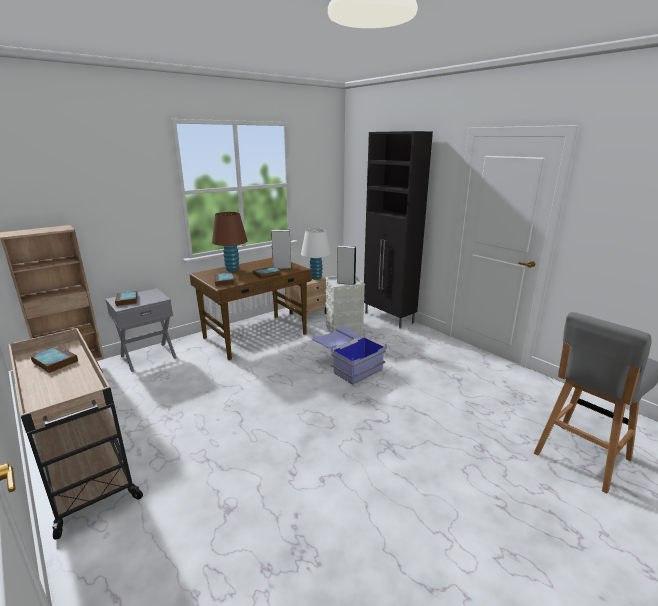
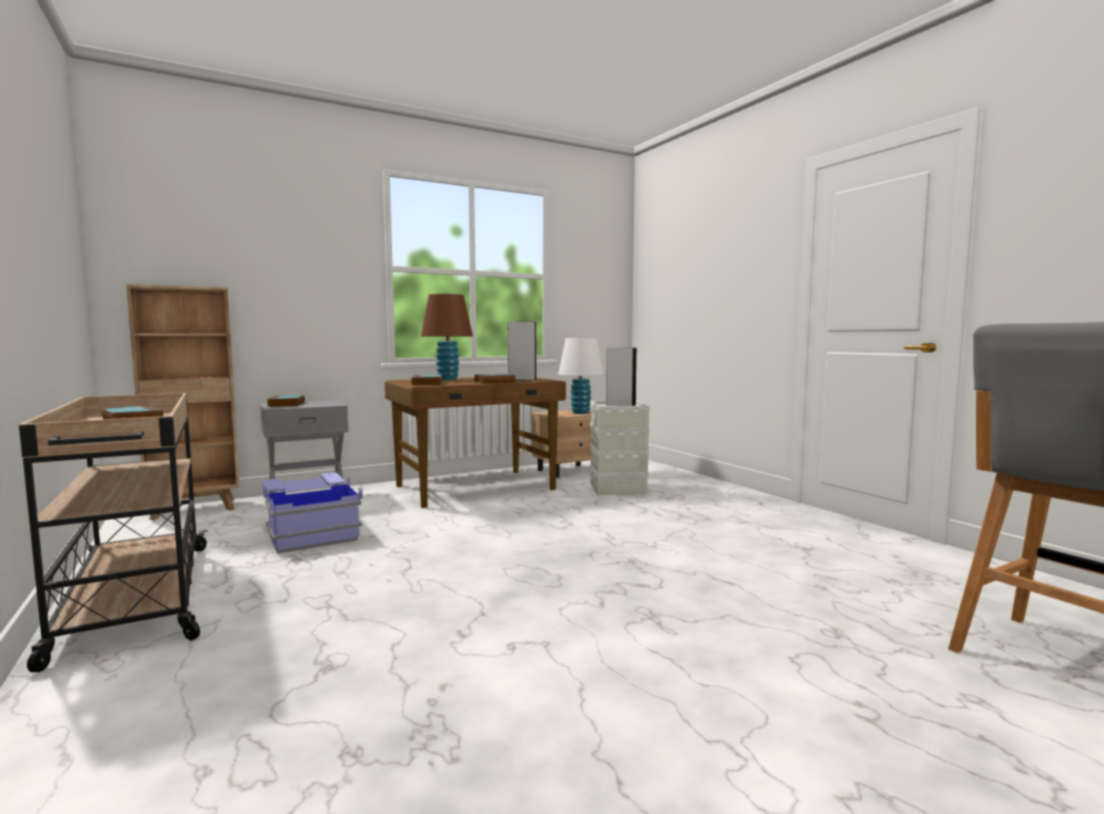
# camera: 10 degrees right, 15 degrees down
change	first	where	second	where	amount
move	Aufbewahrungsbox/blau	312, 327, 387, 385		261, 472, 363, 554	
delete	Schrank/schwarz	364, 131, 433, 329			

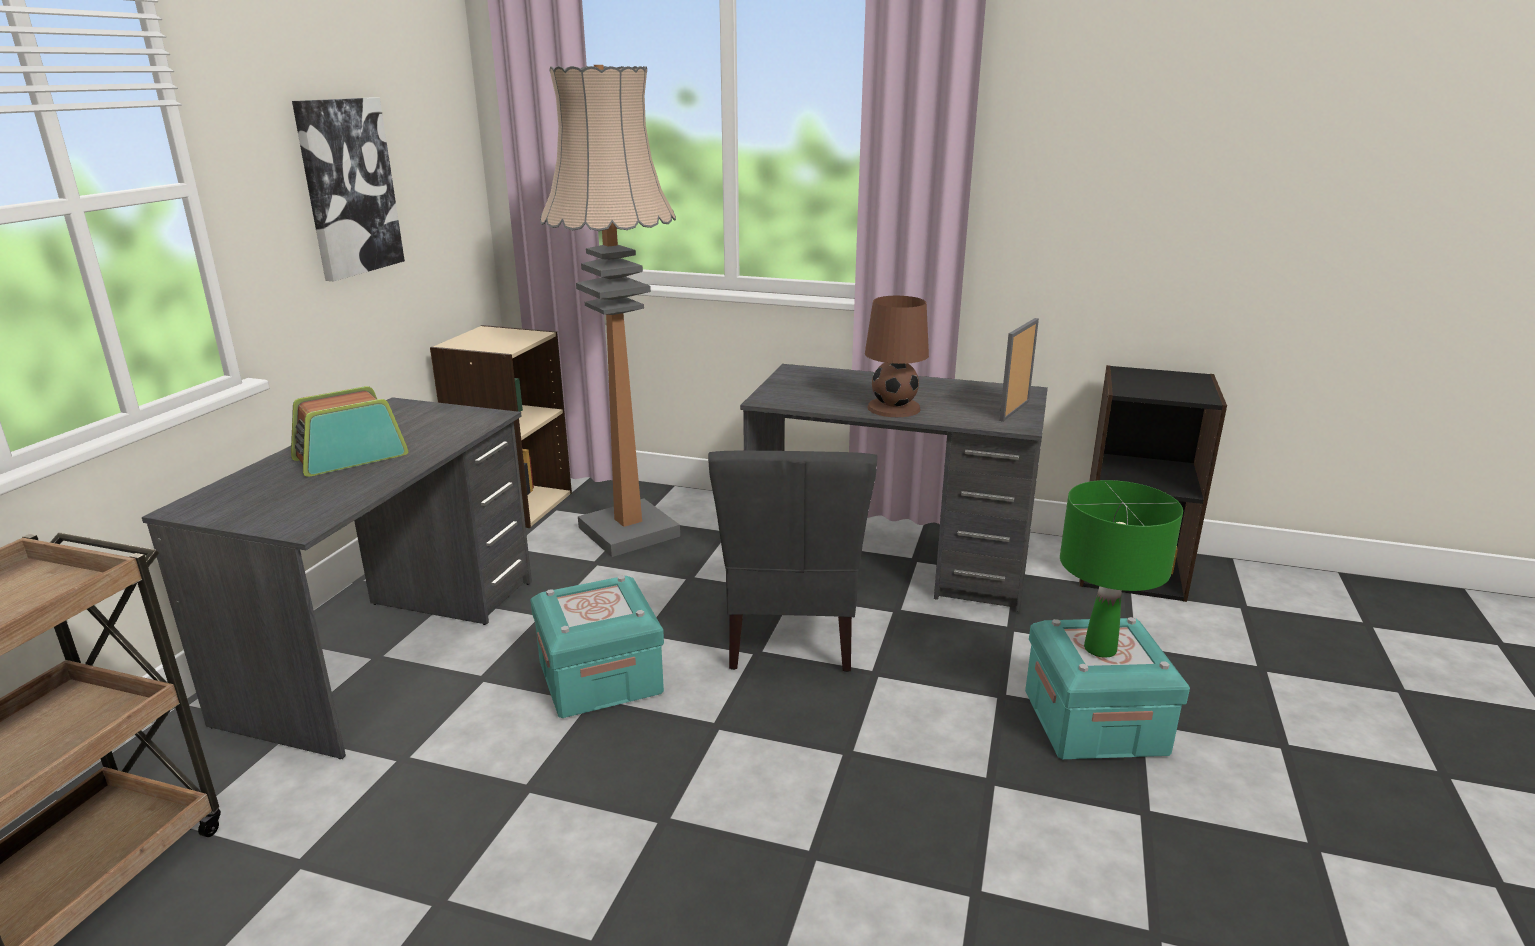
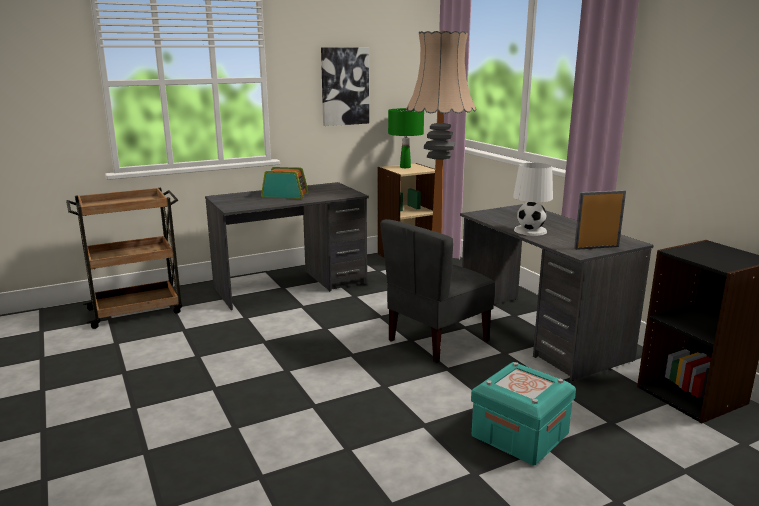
# camera: 45 degrees right, 5 degrees down
change	first	where	second	where	amount
delete	Aufbewahrungsbox/türkis	530, 575, 664, 718			
recolor	Tischlampe/braun	865, 296, 929, 417	Tischlampe/weiß	513, 163, 553, 236	
move	Tischlampe/grün	1060, 480, 1183, 658		388, 108, 424, 168	

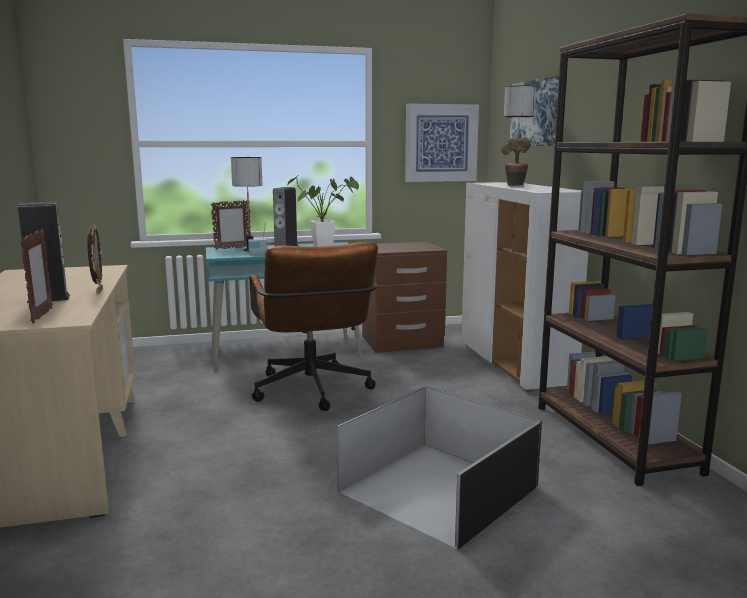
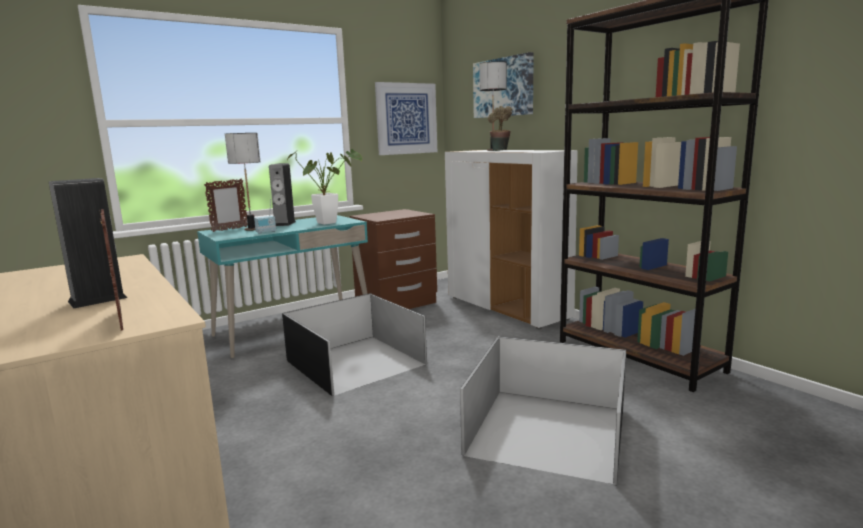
# camera: 20 degrees left, 0 degrees up
change	first	where	second	where	amount
delete	Bilderrahmen	87, 224, 103, 294			
replace	Bürostuhl/braun	250, 242, 378, 411	Aufbewahrungsbox/schwarz	282, 293, 427, 396	

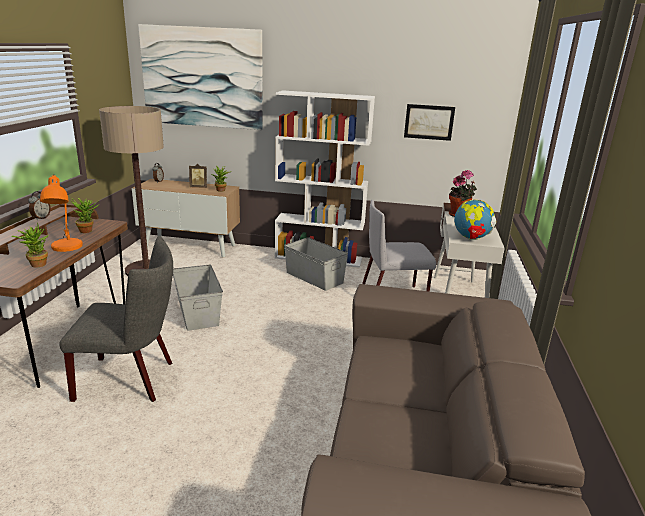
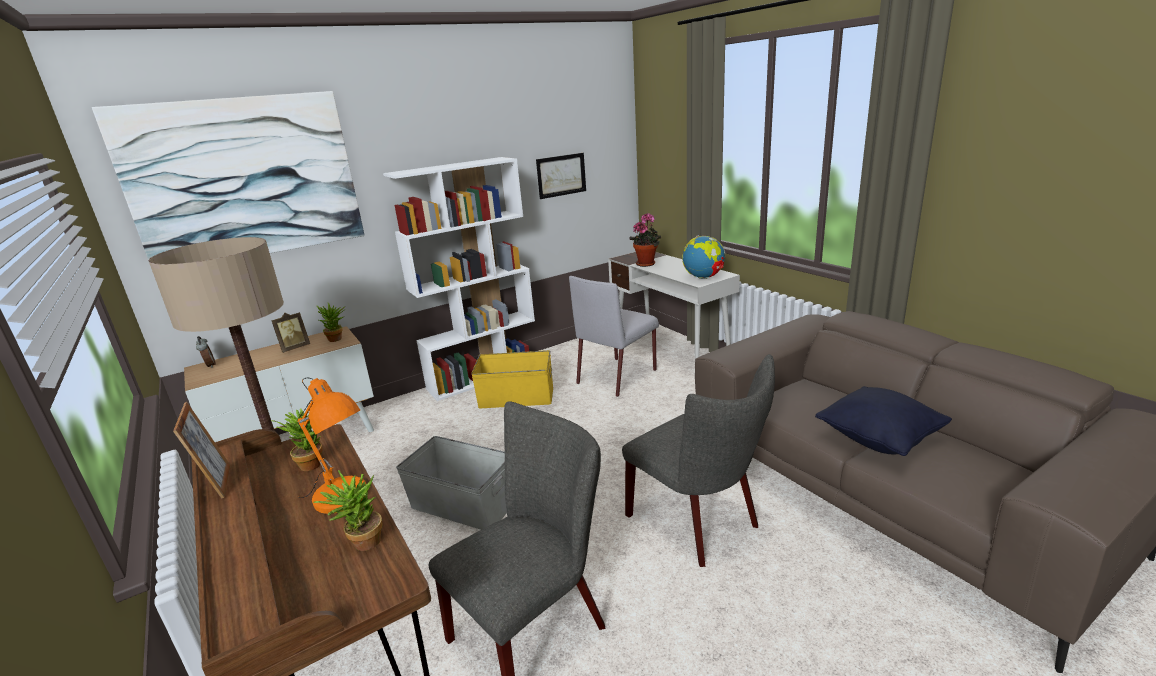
# camera: 40 degrees left, 0 degrees up
change	first	where	second	where	amount
replace	Wecker	28, 191, 51, 220	Bilderrahmen	173, 402, 231, 498	
recolor	Aufbewahrungsbox/grau	284, 237, 348, 291	Aufbewahrungsbox/gelb	471, 350, 553, 408	
insert			Stuhl/grau	622, 354, 775, 567	
insert			Kissen/schwarz	815, 386, 952, 456	

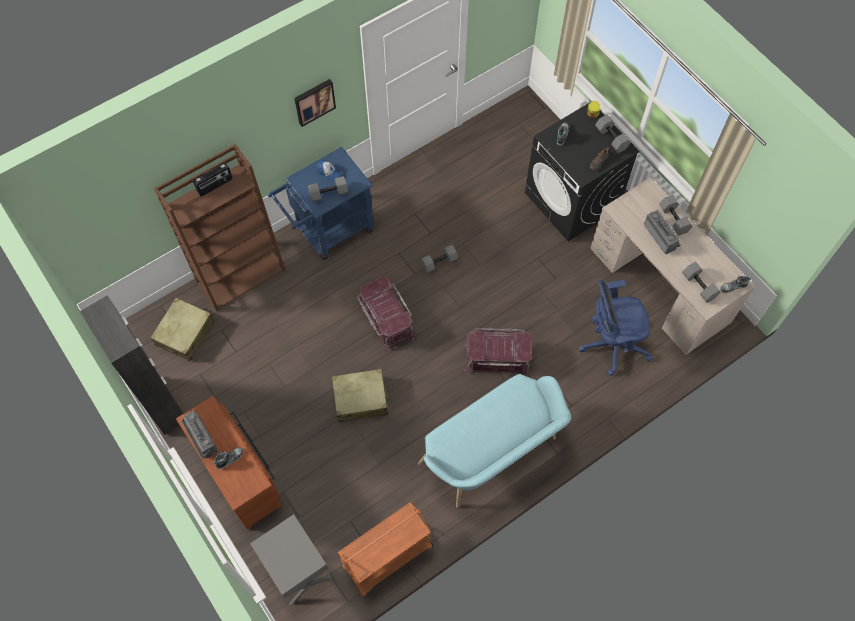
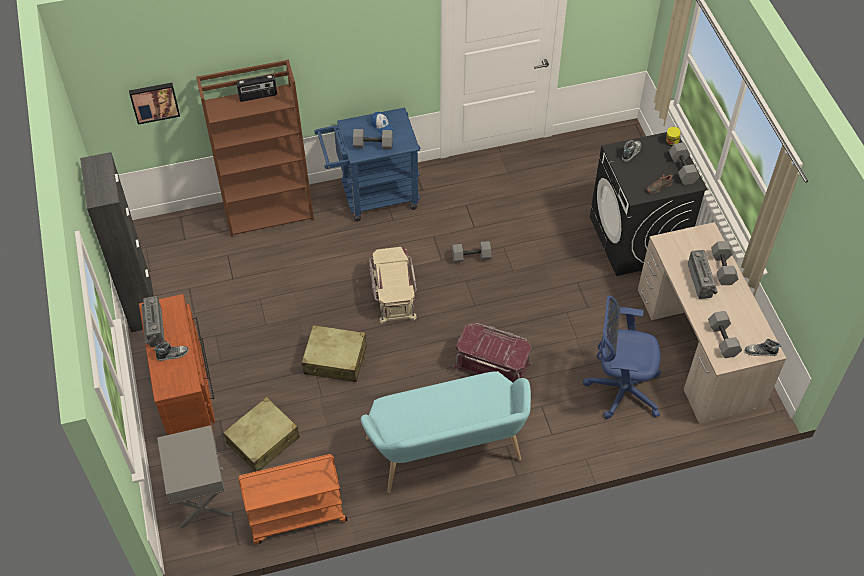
# camera: 20 degrees right, 10 degrees down
change	first	where	second	where	amount
move	Koffer/beige	151, 298, 215, 361		223, 397, 300, 472	
move	Bild	294, 79, 336, 127		129, 83, 180, 125	
recolor	Aufbewahrungsbox/rot	357, 277, 415, 352	Aufbewahrungsbox/beige	369, 247, 417, 324	

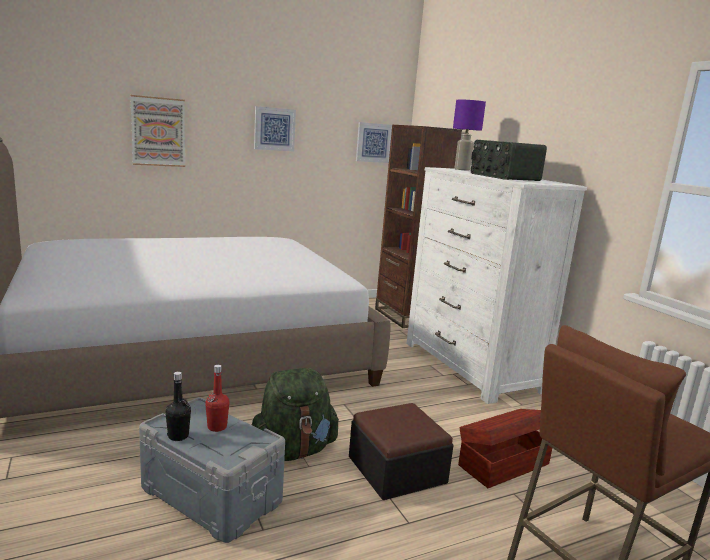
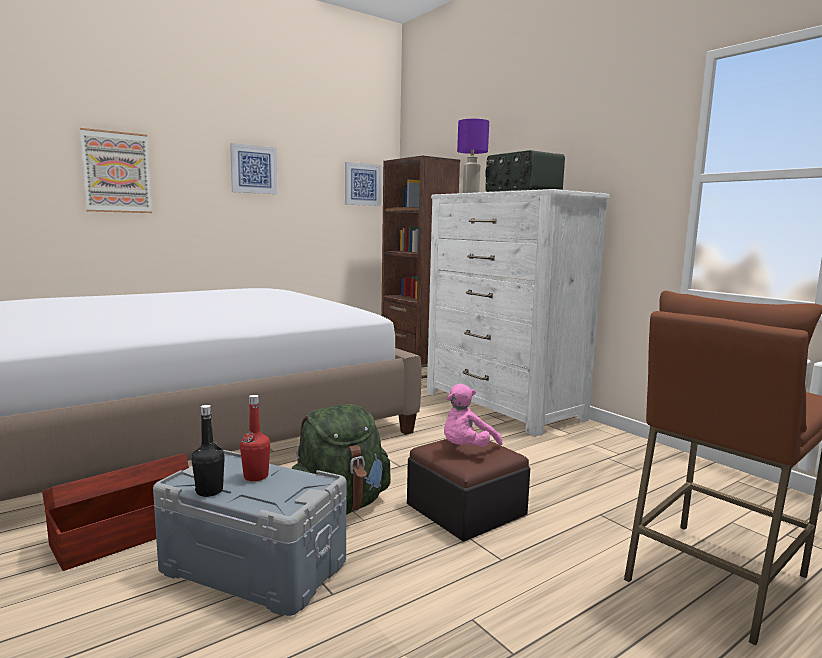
# camera: 10 degrees left, 5 degrees down
change	first	where	second	where	amount
move	Aufbewahrungsbox/braun	458, 409, 552, 488		42, 453, 189, 571	
insert			Plüschtier/rosa	444, 384, 502, 447	

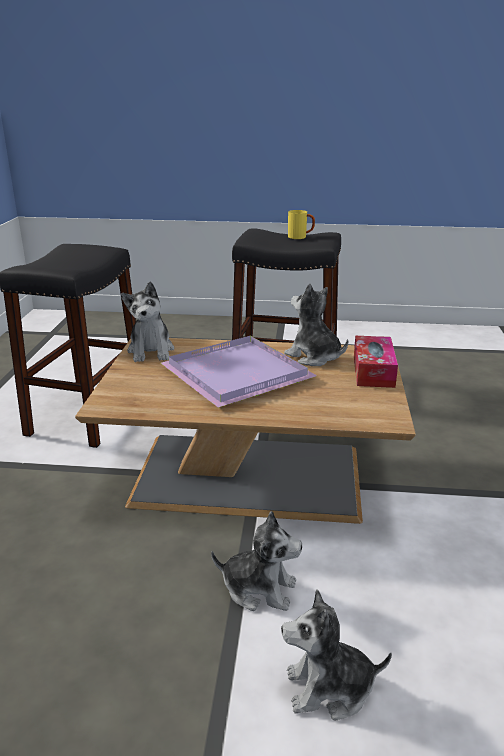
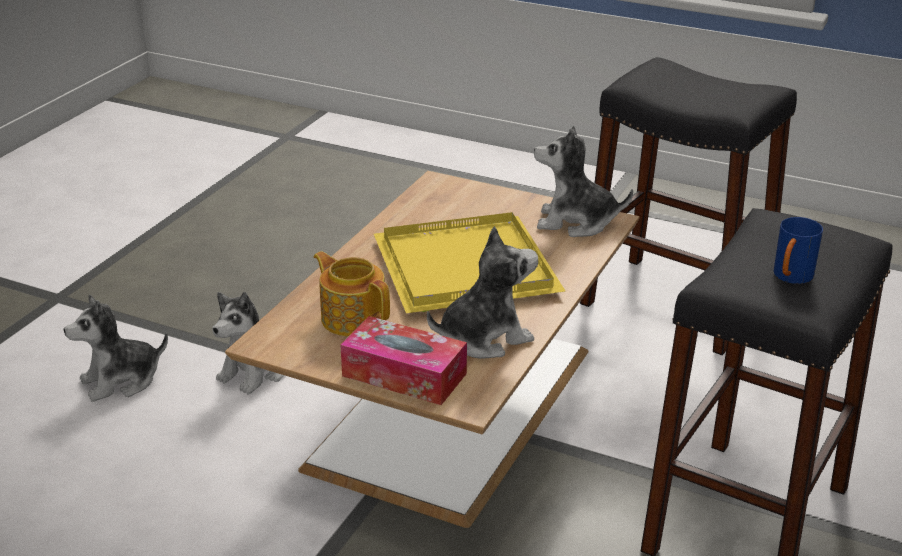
# camera: 110 degrees right, 5 degrees up
change	first	where	second	where	amount
recolor	Tablett/lila	161, 336, 317, 408	Tablett/gelb	374, 212, 566, 313	
rotate	Plüschtier	281, 589, 392, 721		64, 294, 168, 402	135 degrees counterclockwise
recolor	Henkelbecher/gelb	288, 210, 315, 239	Henkelbecher/blau	774, 217, 823, 284	
insert			Teekanne	314, 251, 390, 337	

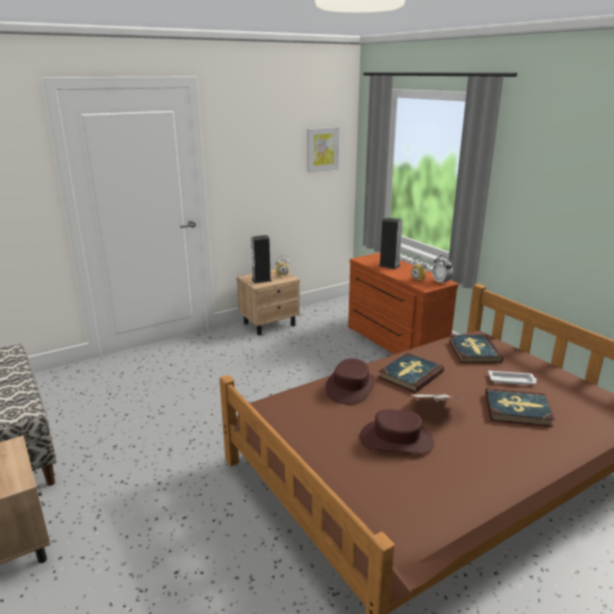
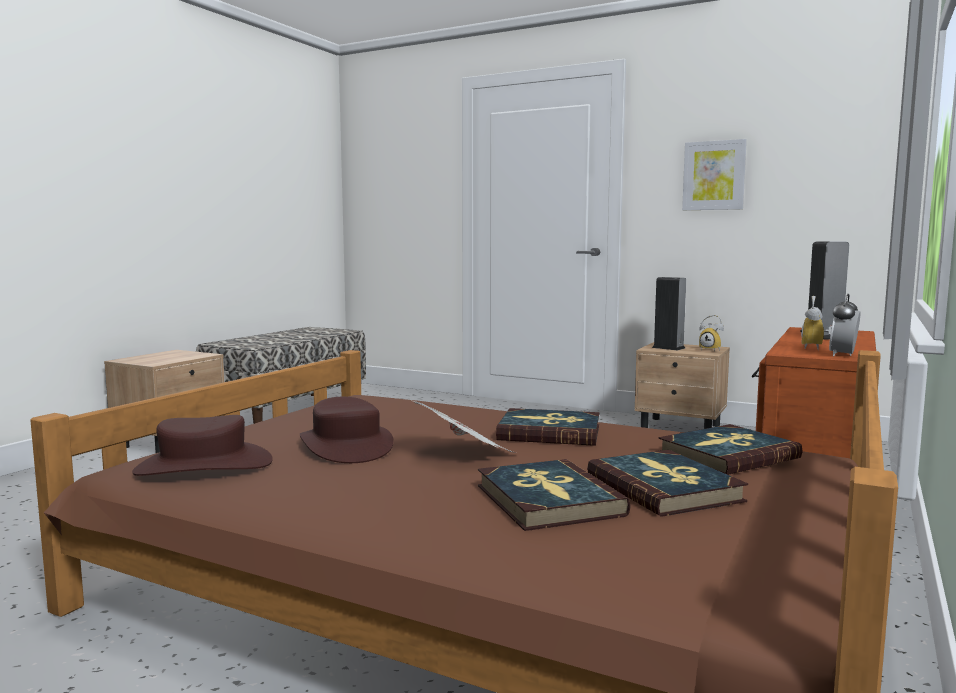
# camera: 60 degrees right, 15 degrees down
change	first	where	second	where	amount
move	Bild	307, 127, 340, 173		682, 139, 747, 210	
move	Hut/braun	325, 358, 376, 404		132, 415, 273, 476	
replace	Tablett/weiß	488, 371, 537, 385	Buch	587, 450, 748, 517	

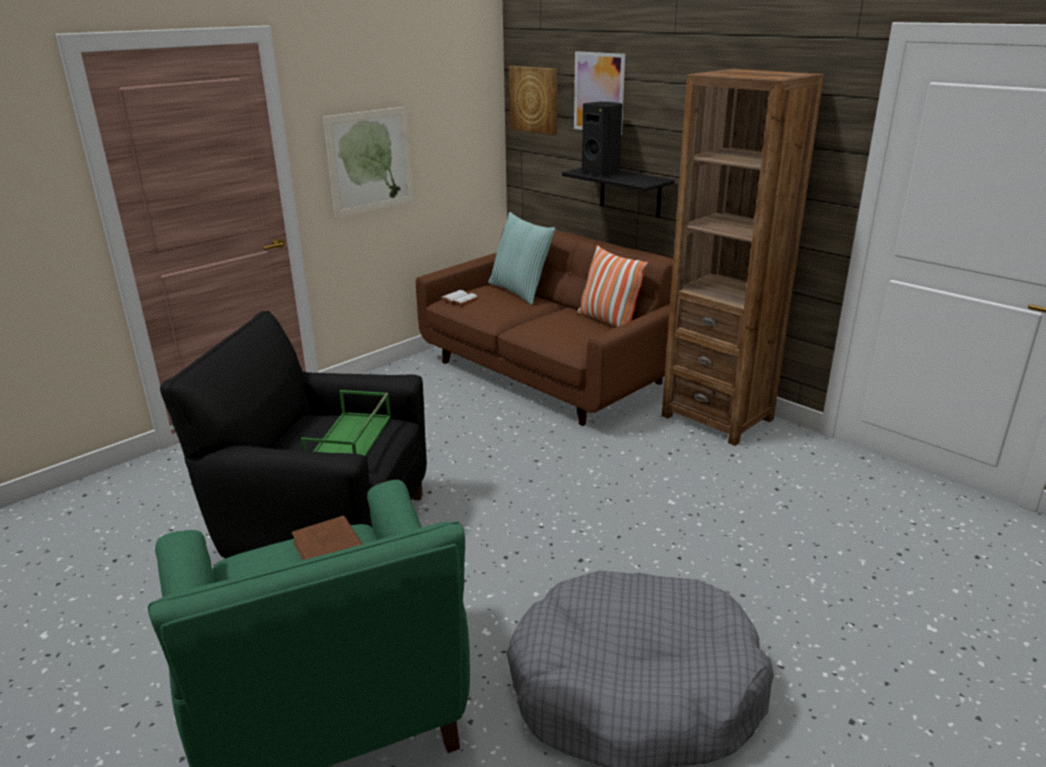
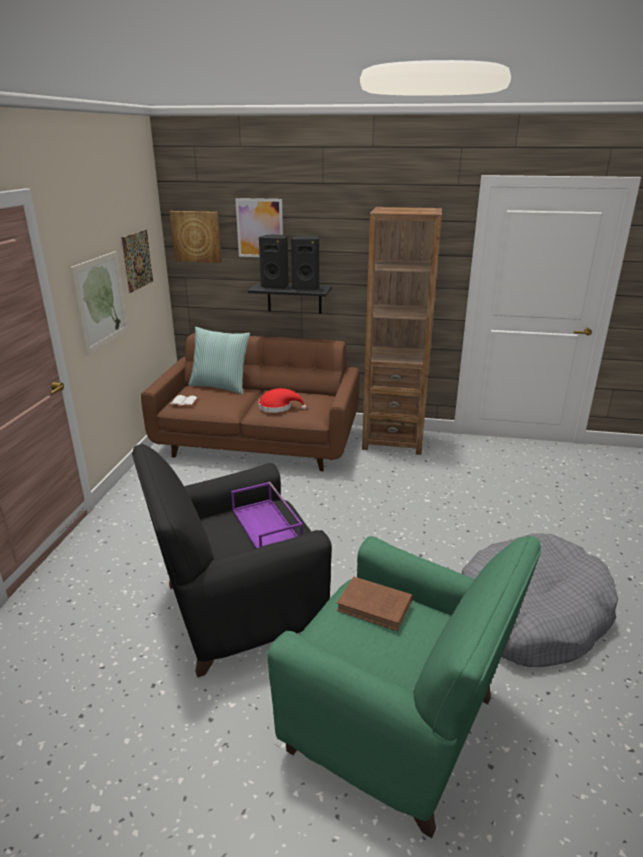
# camera: 35 degrees left, 0 degrees up
change	first	where	second	where	amount
recolor	Tablett/grün	301, 390, 391, 456	Tablett/lila	231, 482, 303, 548	
delete	Kissen	577, 245, 648, 327			
insert			Bild	121, 230, 153, 293	
insert			Hut/rot	258, 388, 307, 413	
insert			Lautsprecher/schwarz	291, 236, 319, 290	

